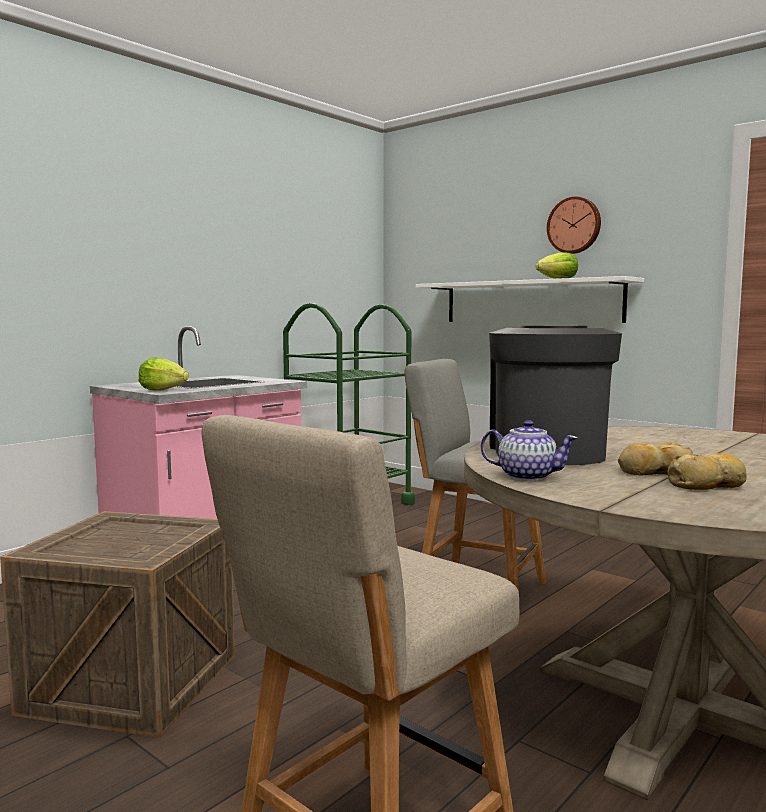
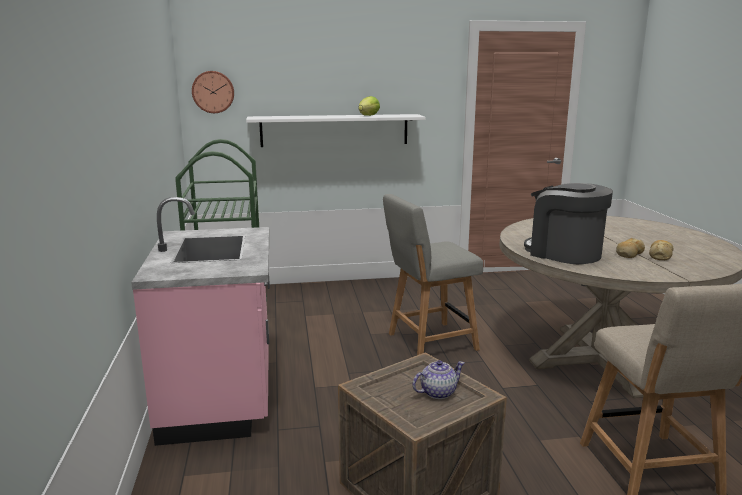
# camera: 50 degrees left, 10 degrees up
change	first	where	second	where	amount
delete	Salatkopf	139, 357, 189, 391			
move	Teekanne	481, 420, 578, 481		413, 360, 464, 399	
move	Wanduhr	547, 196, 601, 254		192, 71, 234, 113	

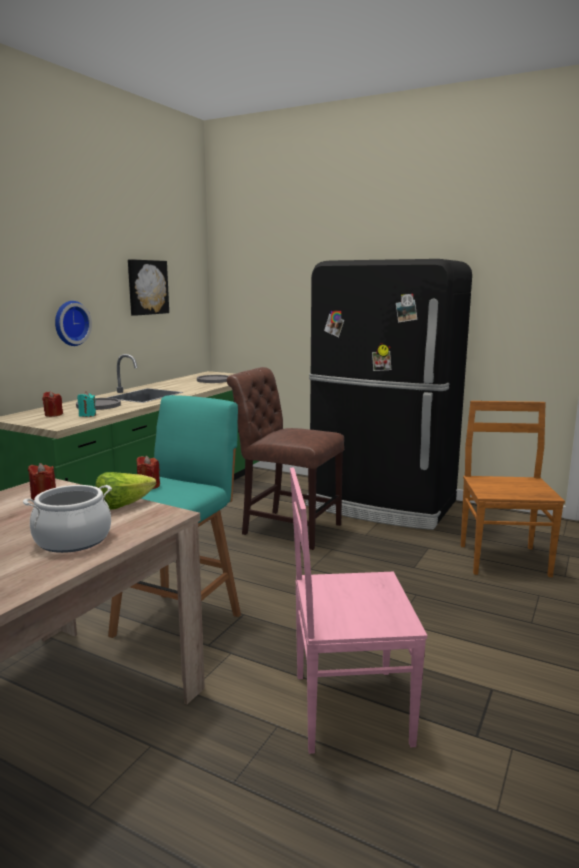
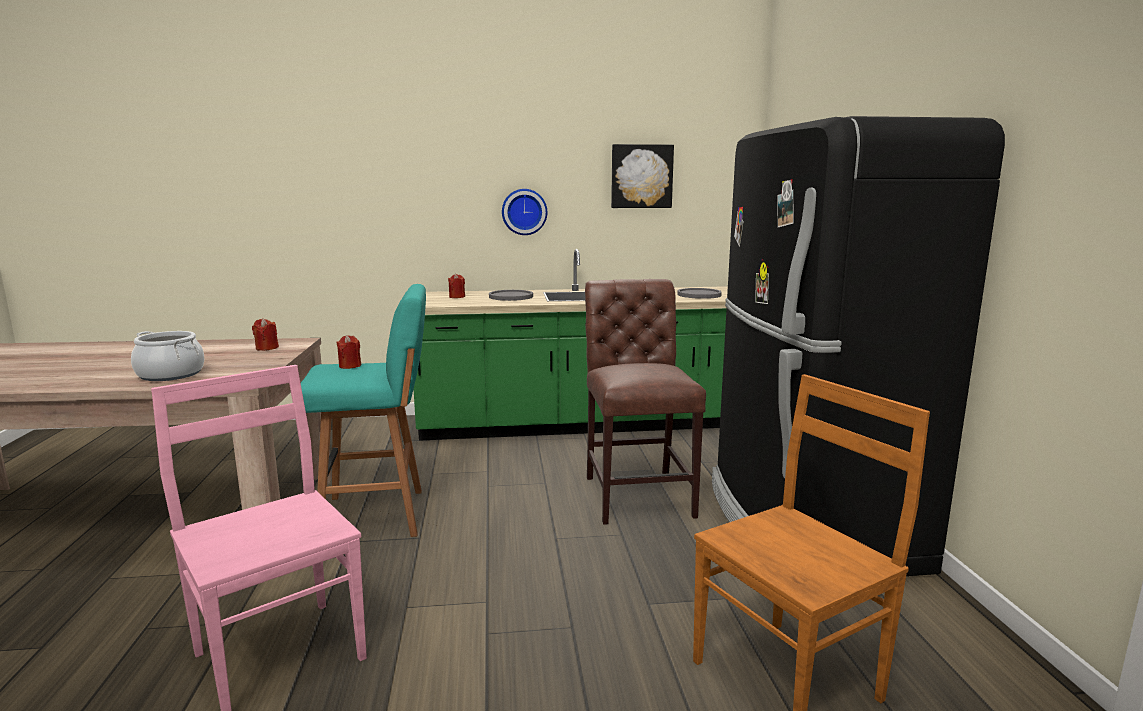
# camera: 55 degrees right, 0 degrees up
change	first	where	second	where	amount
delete	Kerze/türkis	77, 391, 96, 417			
delete	Salatkopf	95, 472, 156, 510			

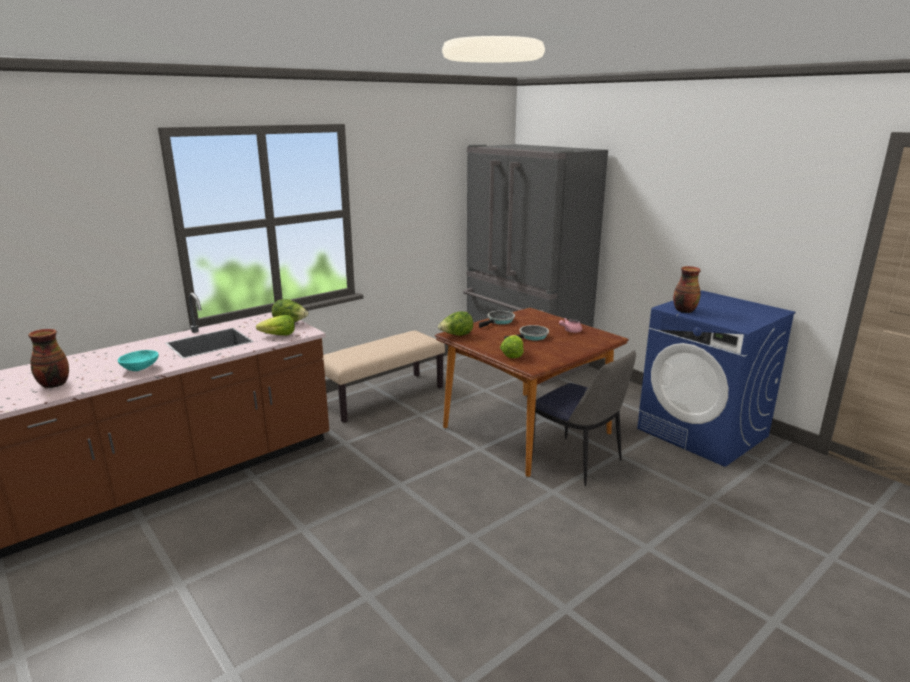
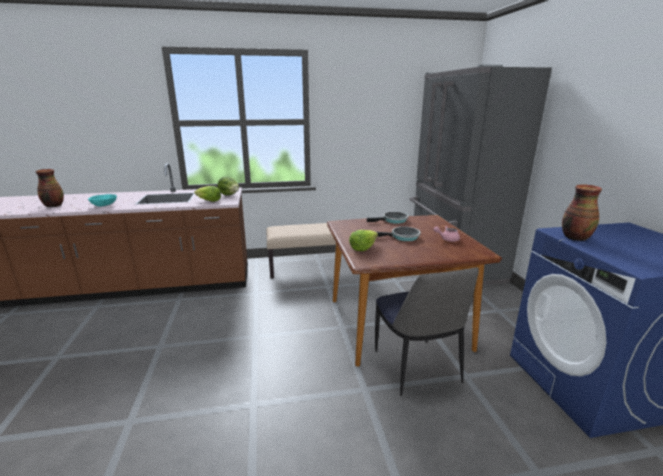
# camera: 30 degrees right, 0 degrees up
change	first	where	second	where	amount
delete	Salatkopf	438, 311, 473, 336			

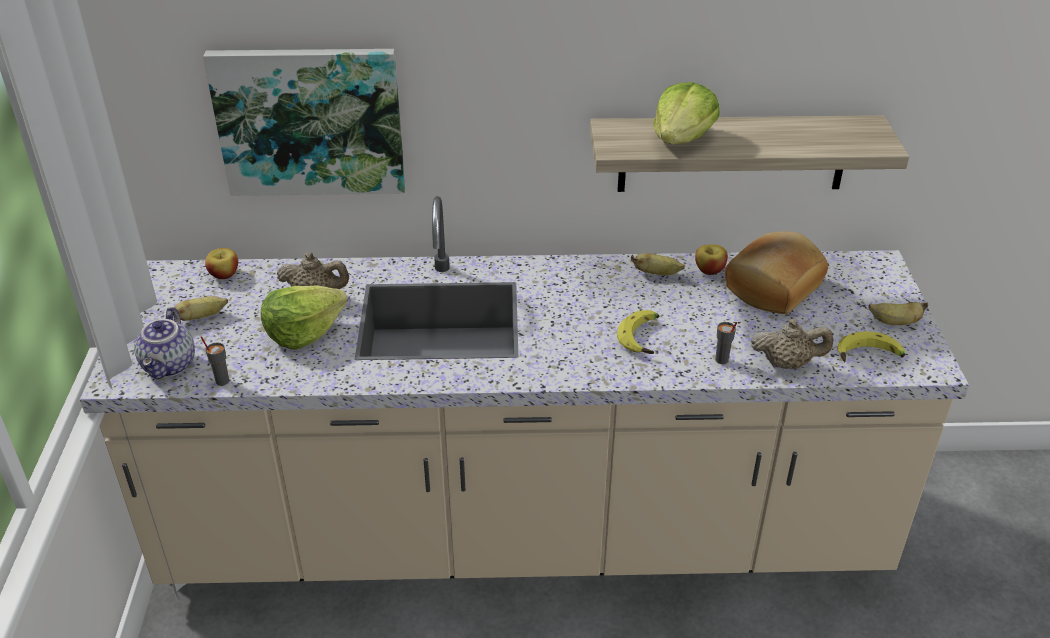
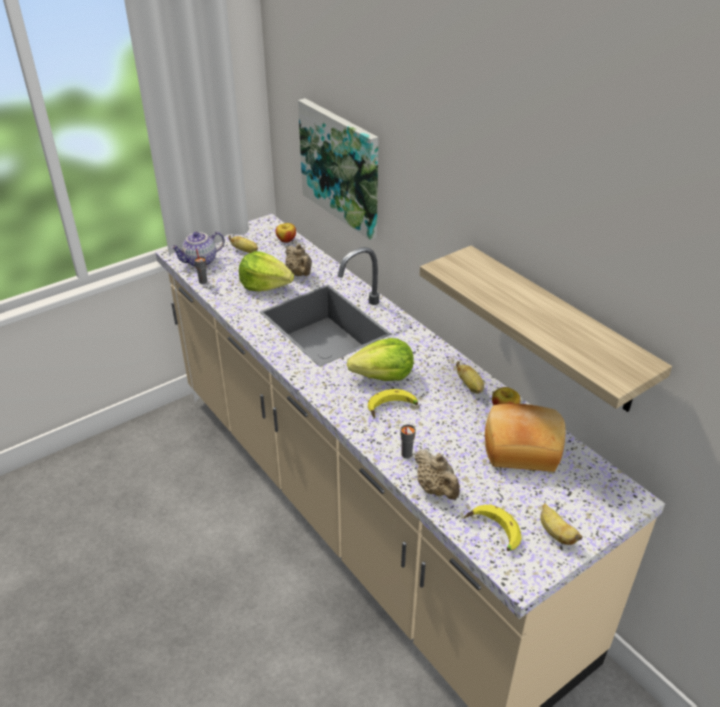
# camera: 55 degrees right, 0 degrees up
change	first	where	second	where	amount
move	Salatkopf	653, 82, 720, 144		347, 338, 414, 381	

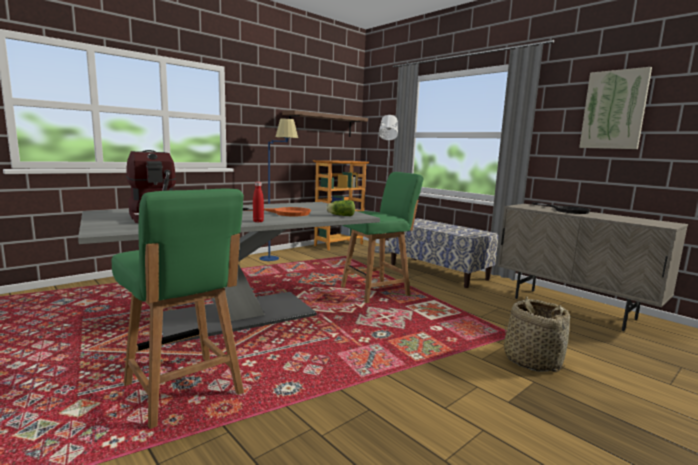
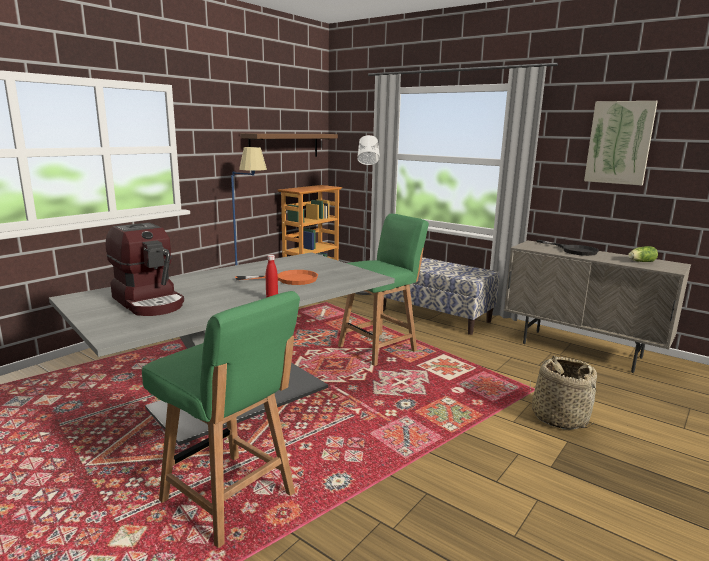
# camera: 10 degrees left, 5 degrees up
change	first	where	second	where	amount
move	Salatkopf	326, 200, 355, 216		628, 246, 658, 262	

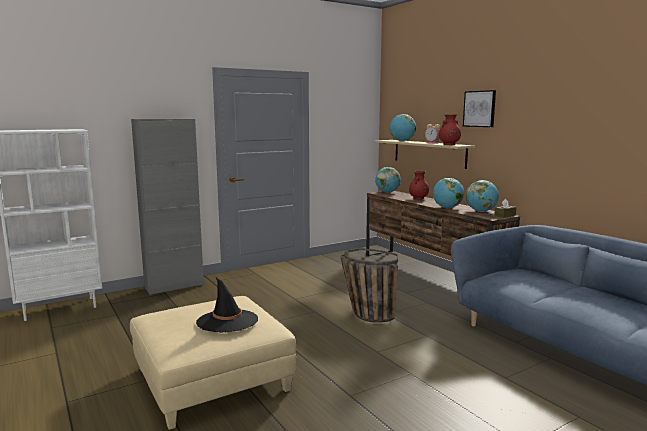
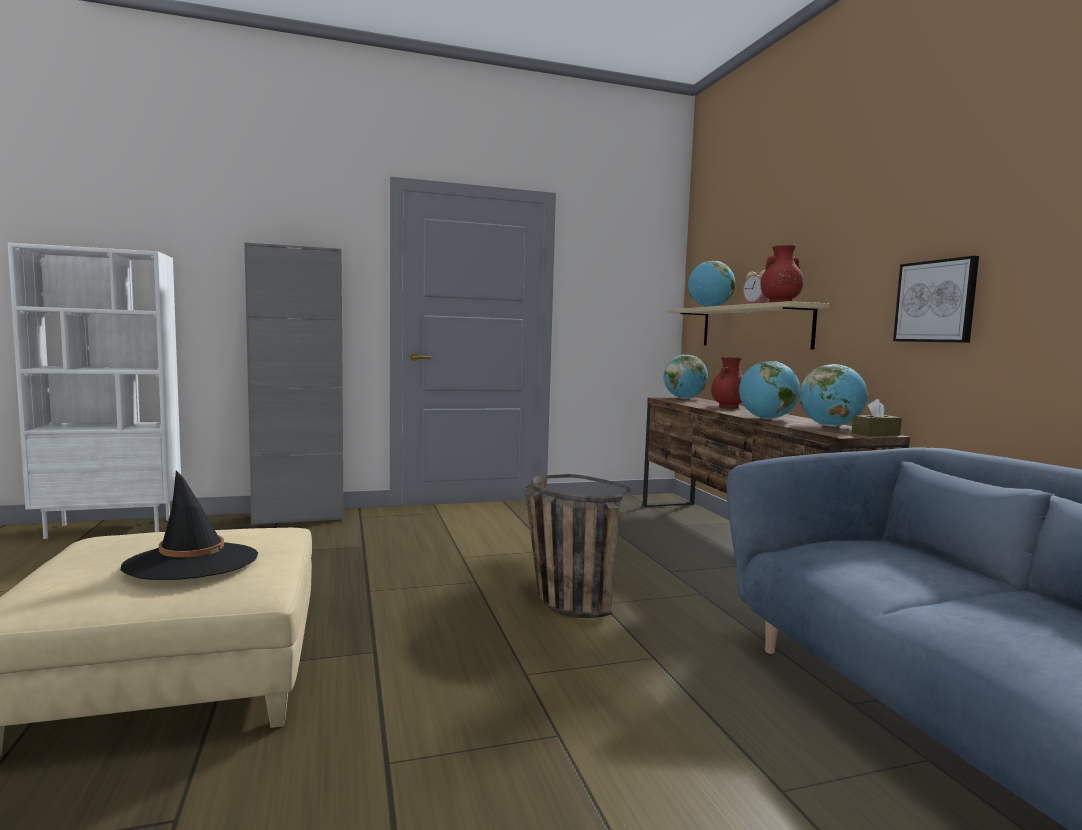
# camera: 15 degrees right, 5 degrees down
change	first	where	second	where	amount
move	Bild	463, 90, 496, 127		893, 256, 979, 343	

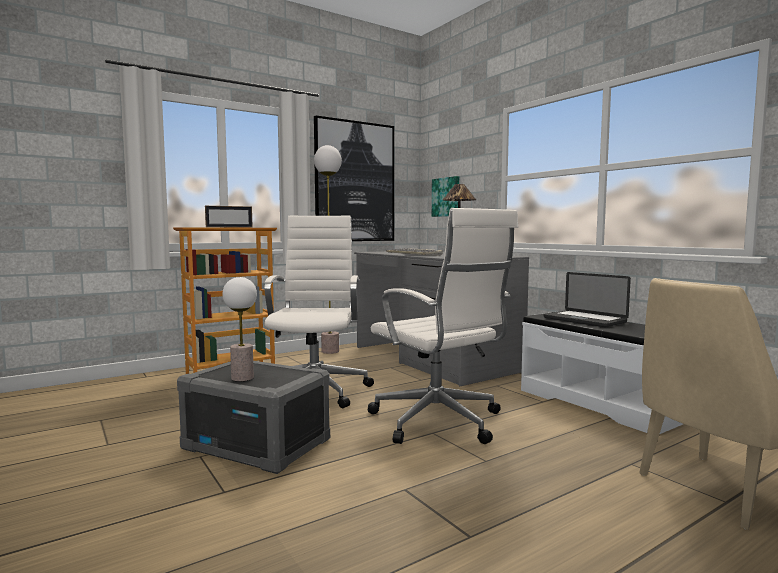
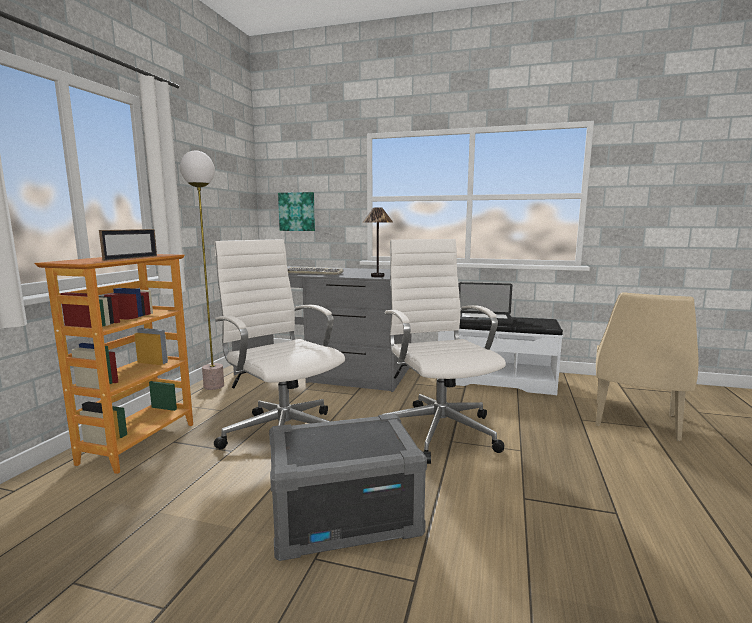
# camera: 40 degrees left, 5 degrees up
change	first	where	second	where	amount
delete	Tischlampe	222, 277, 257, 381			
delete	Bild	314, 116, 394, 241			
rotate	Bürostuhl/weiß	368, 208, 518, 444		382, 239, 506, 464	120 degrees counterclockwise

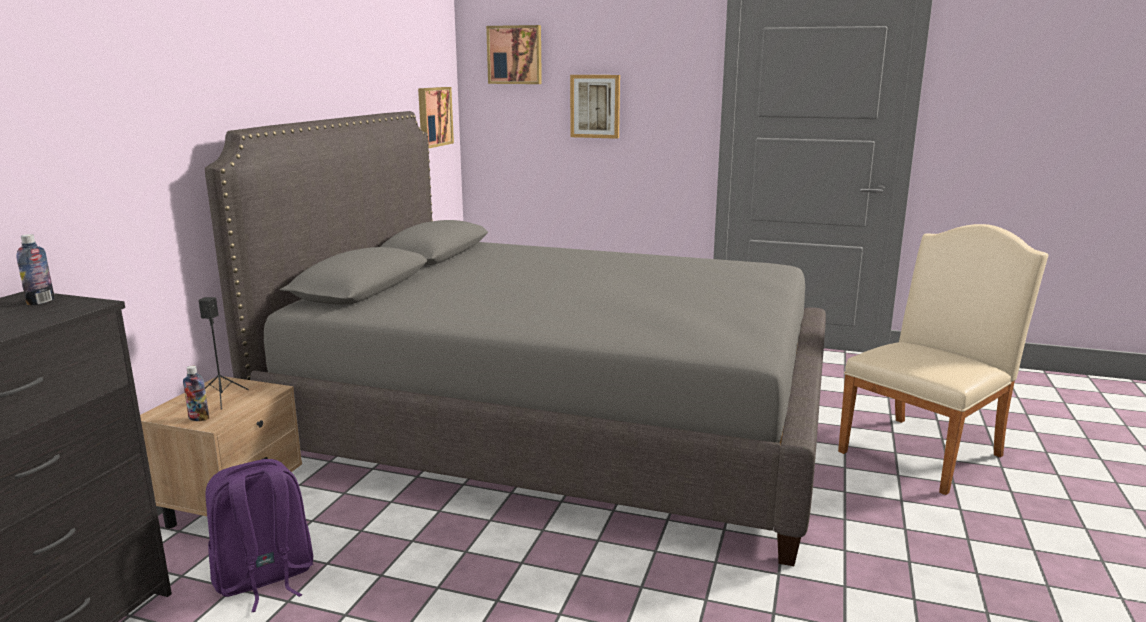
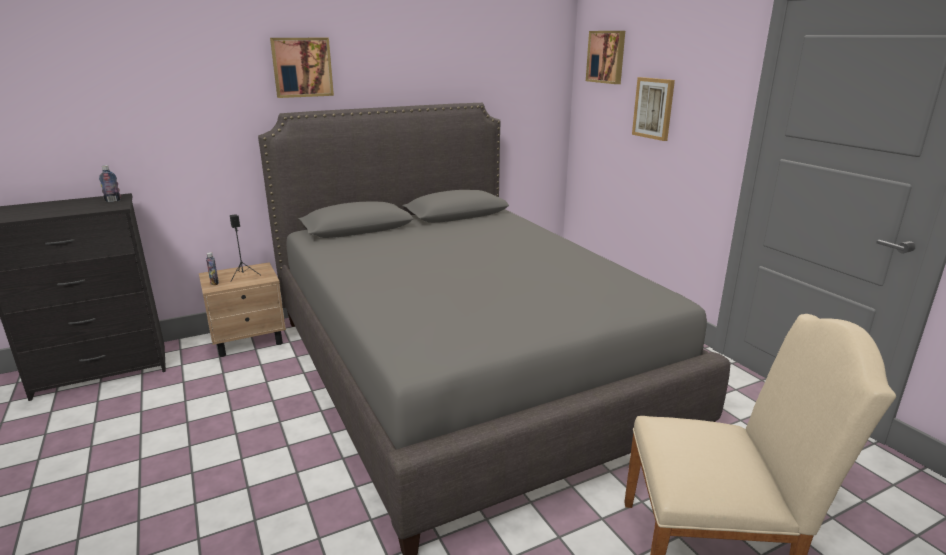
# camera: 45 degrees right, 5 degrees up
change	first	where	second	where	amount
delete	Rucksack/lila	205, 459, 313, 612			
move	Bild	418, 87, 454, 149		270, 38, 334, 98	

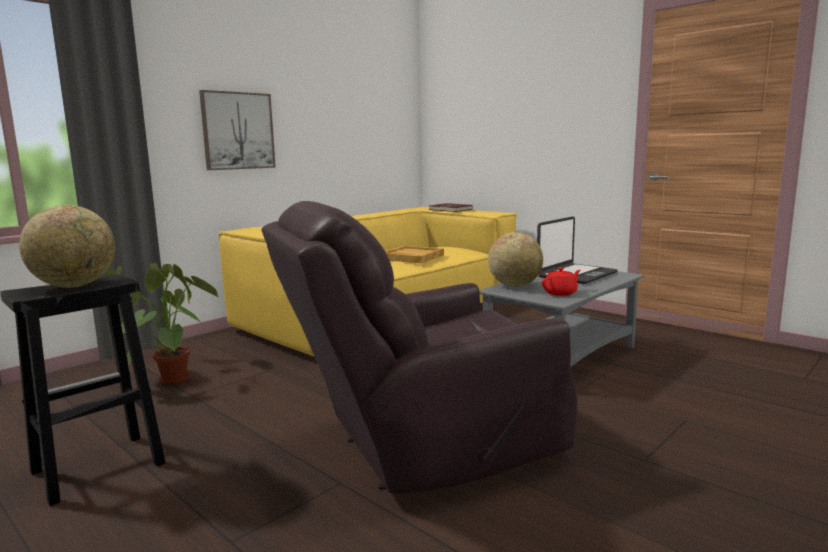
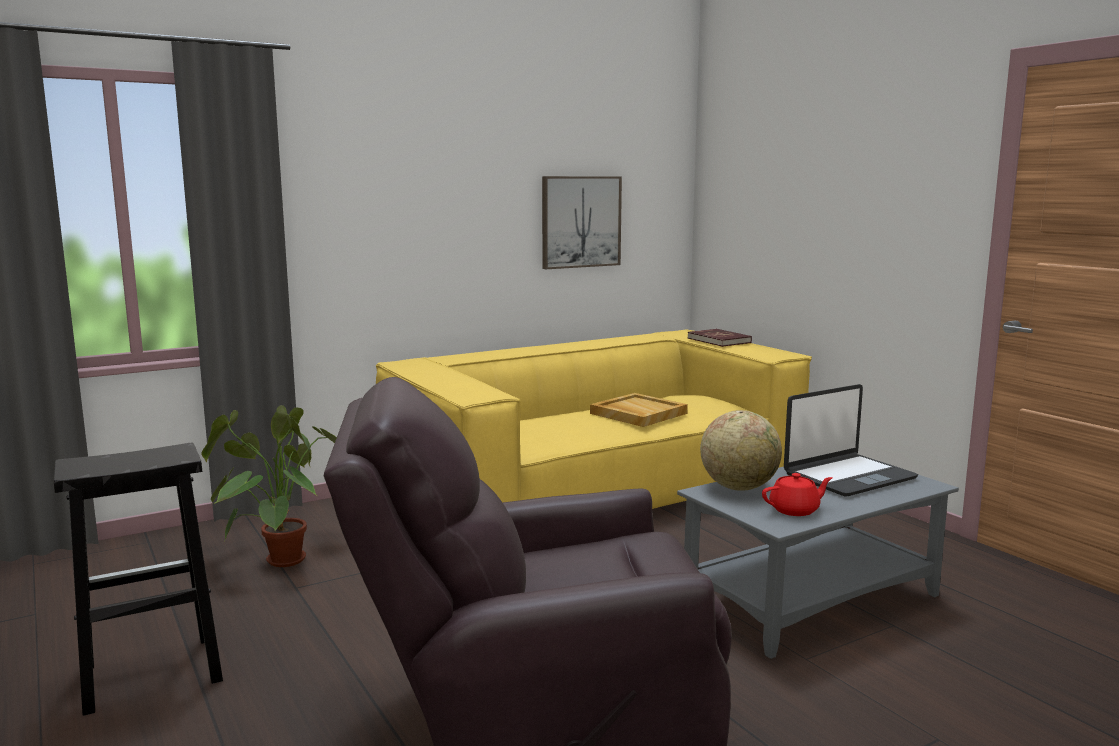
# camera: 15 degrees right, 0 degrees up
change	first	where	second	where	amount
delete	Globus	19, 205, 115, 288			
move	Bild	199, 90, 276, 170		542, 176, 622, 269	

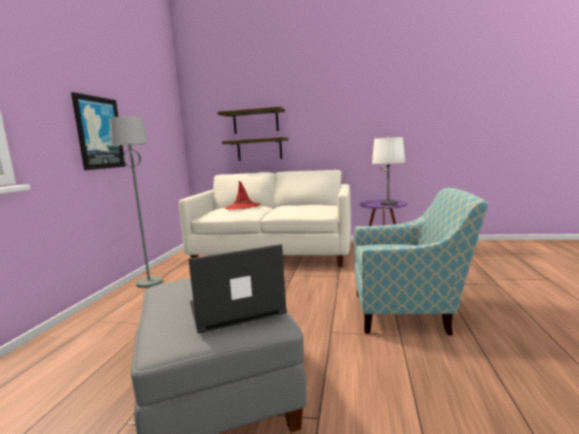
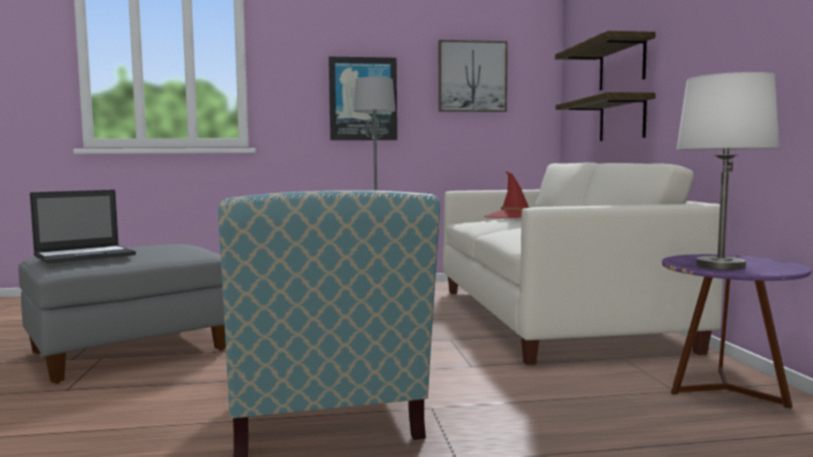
# camera: 70 degrees right, 5 degrees down
change	first	where	second	where	amount
rotate	Laptop	188, 244, 287, 334		30, 190, 136, 264	90 degrees clockwise
insert			Bild	439, 40, 508, 112	

